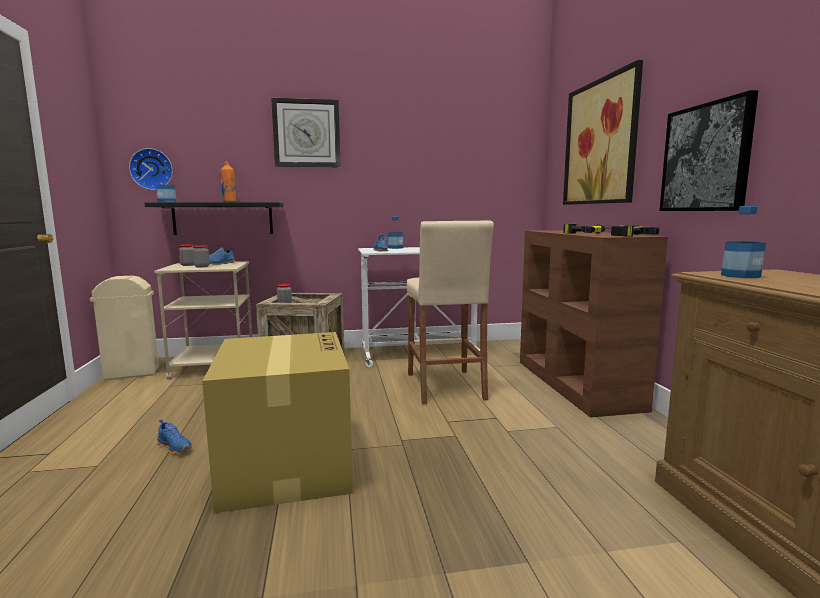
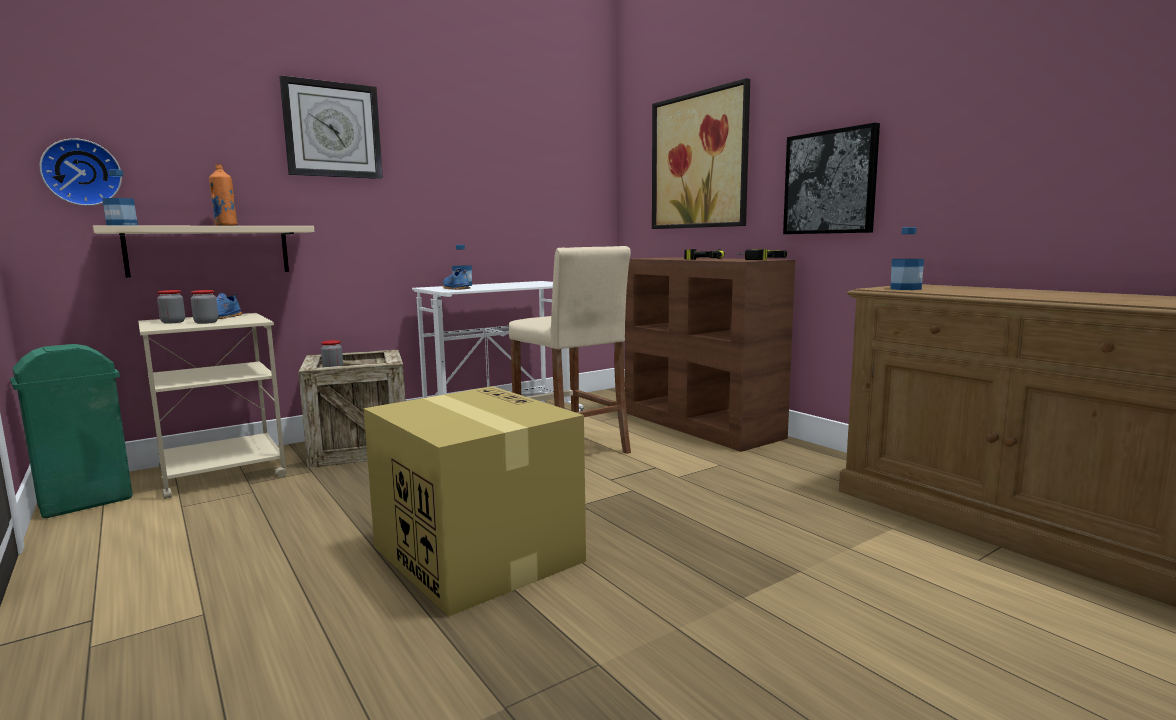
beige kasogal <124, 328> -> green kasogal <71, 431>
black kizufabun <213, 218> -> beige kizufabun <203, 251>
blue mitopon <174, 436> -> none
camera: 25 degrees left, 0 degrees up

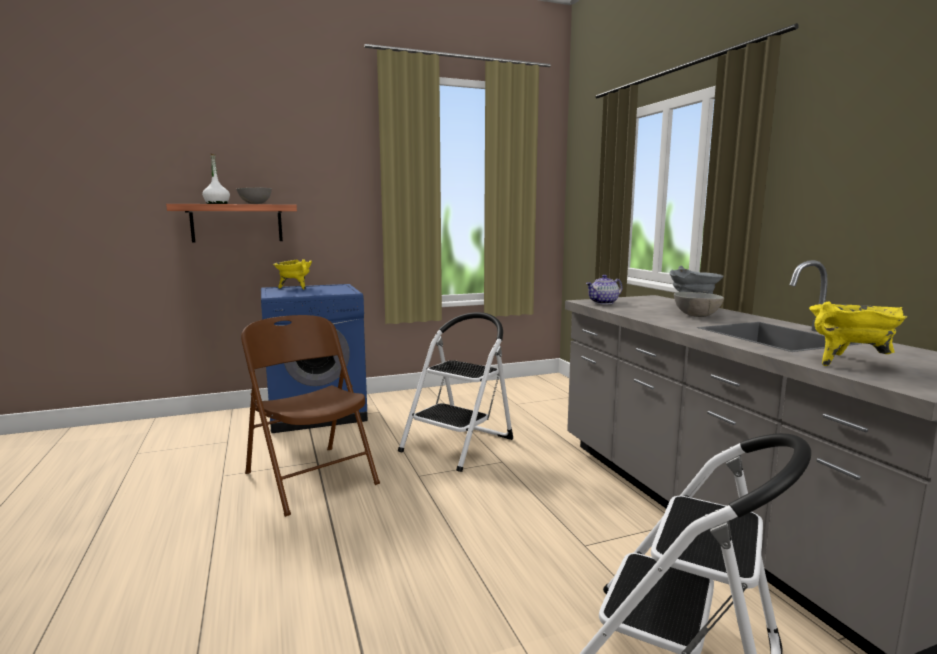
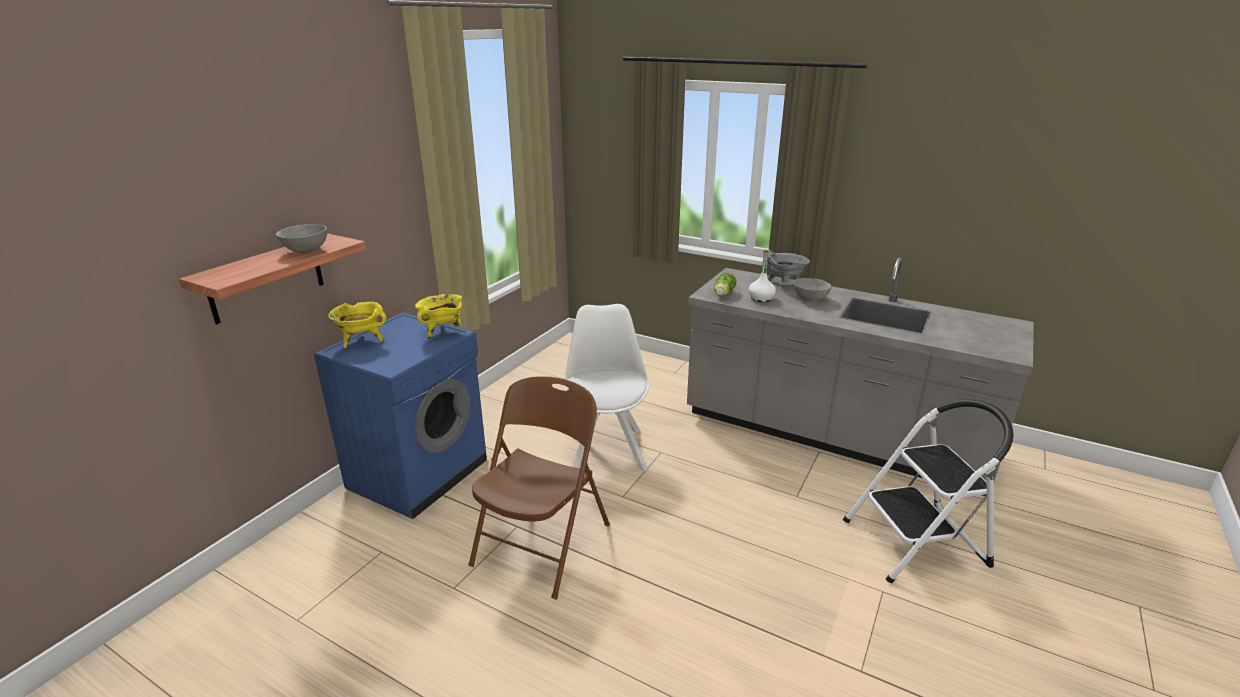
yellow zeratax <858, 334> -> yellow zeratax <438, 317>, moved
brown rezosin <310, 416> -> brown rezosin <539, 488>, 105 degrees clockwise
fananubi <455, 392> -> white rezosin <606, 388>
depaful <604, 289> -> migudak <725, 284>
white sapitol <216, 179> -> white sapitol <762, 276>, moved
camera: 40 degrees left, 15 degrees up

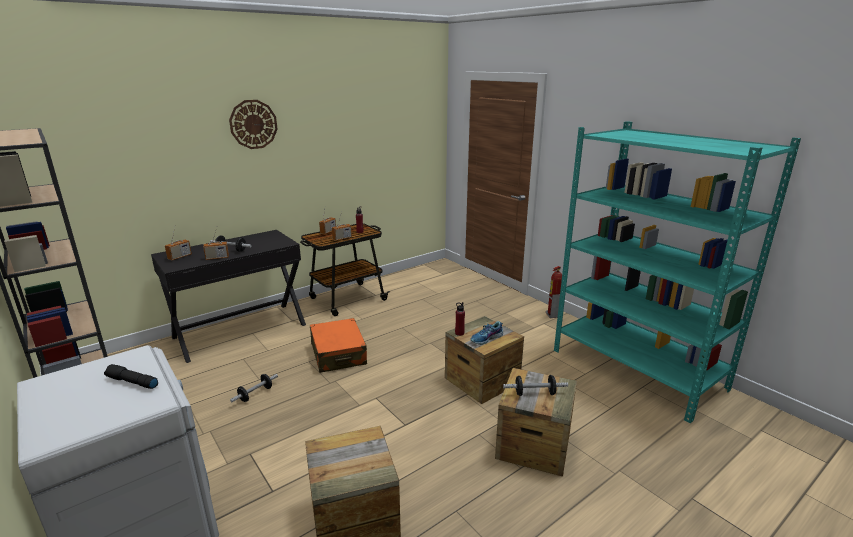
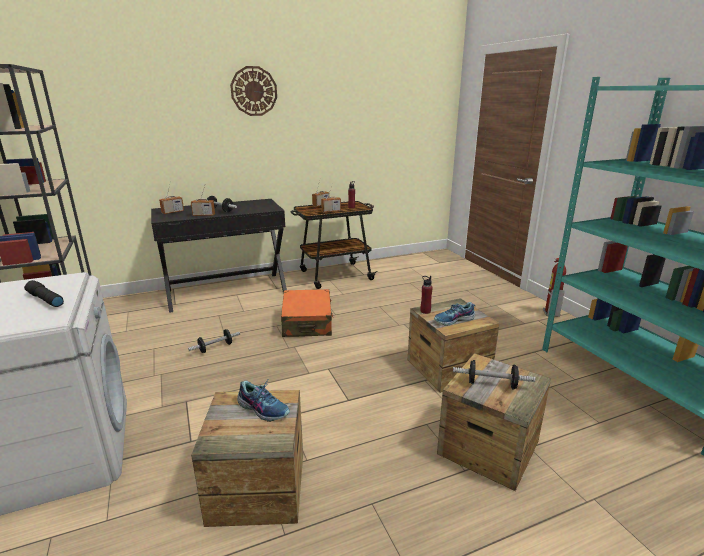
none -> mitopon <263, 401>
camera: 15 degrees right, 0 degrees up

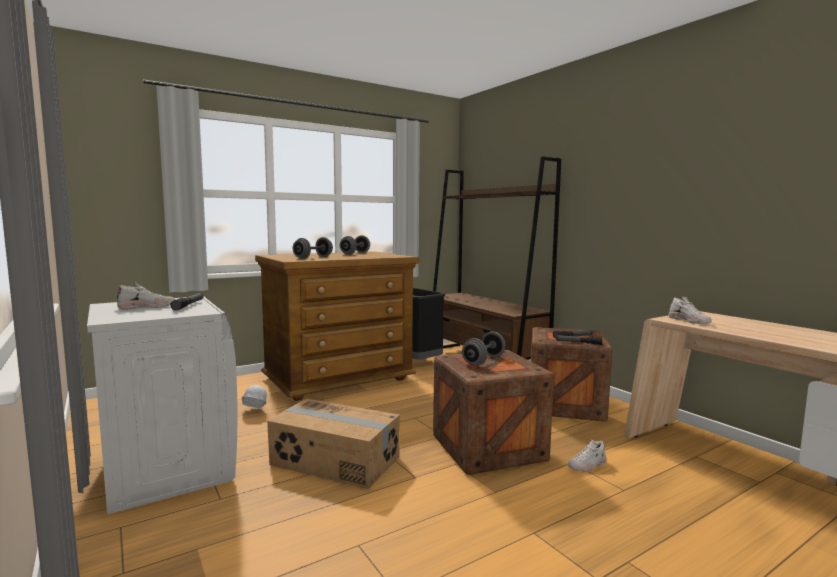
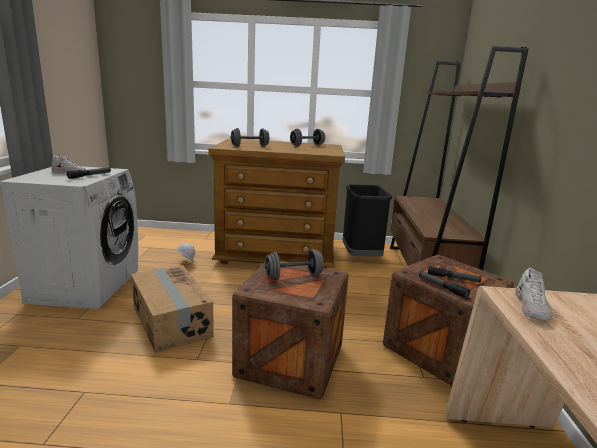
white mitopon <587, 456> -> none
camera: 35 degrees right, 10 degrees up

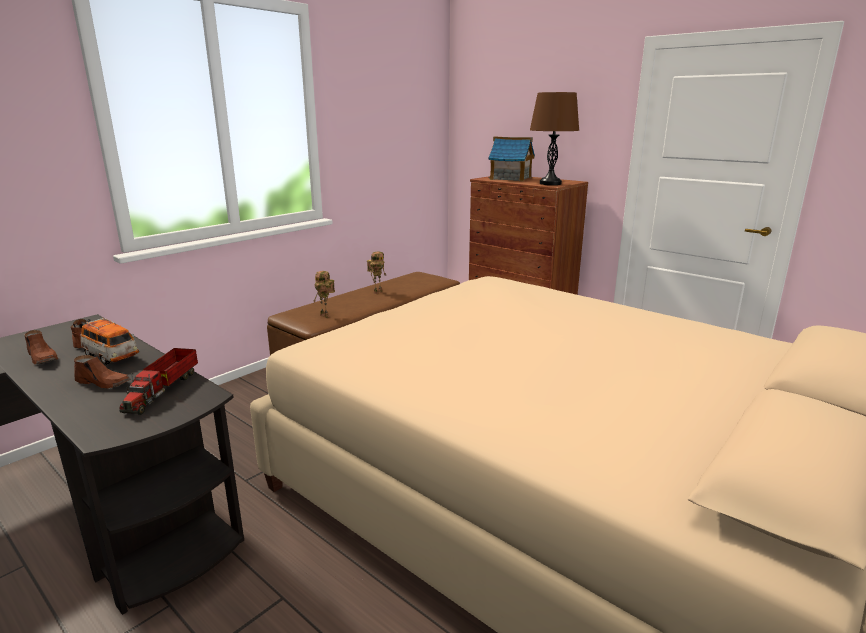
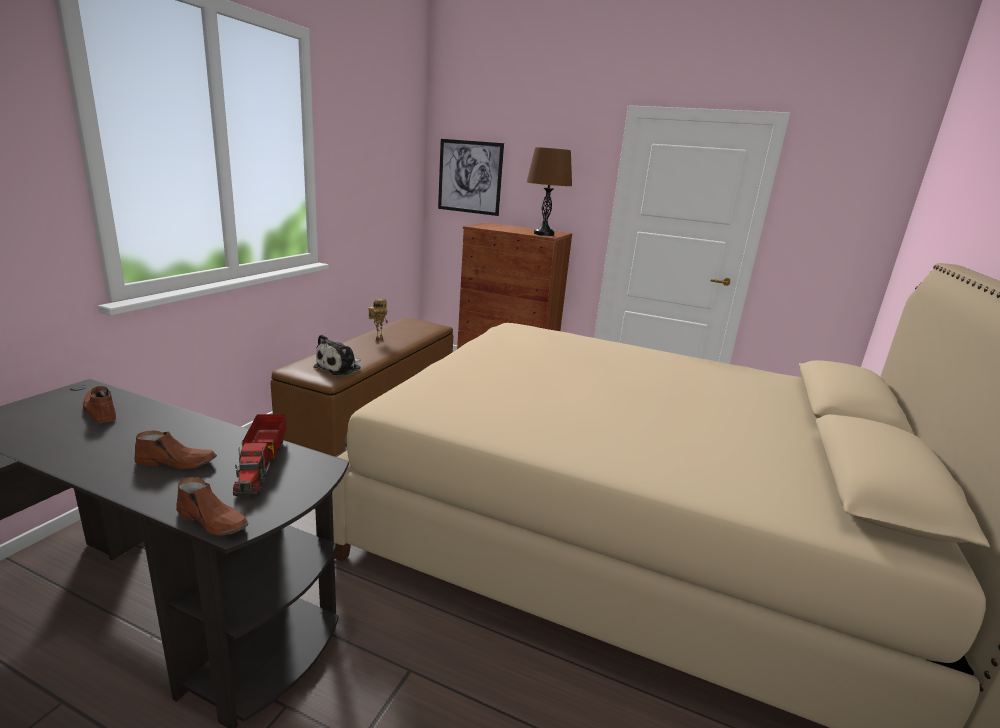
brown mitopon <41, 347> -> brown mitopon <212, 506>, moved
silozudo <324, 294> -> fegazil <337, 354>
none -> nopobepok <471, 177>
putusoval <110, 341> -> none
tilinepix <511, 159> -> none
camera: 20 degrees left, 0 degrees up

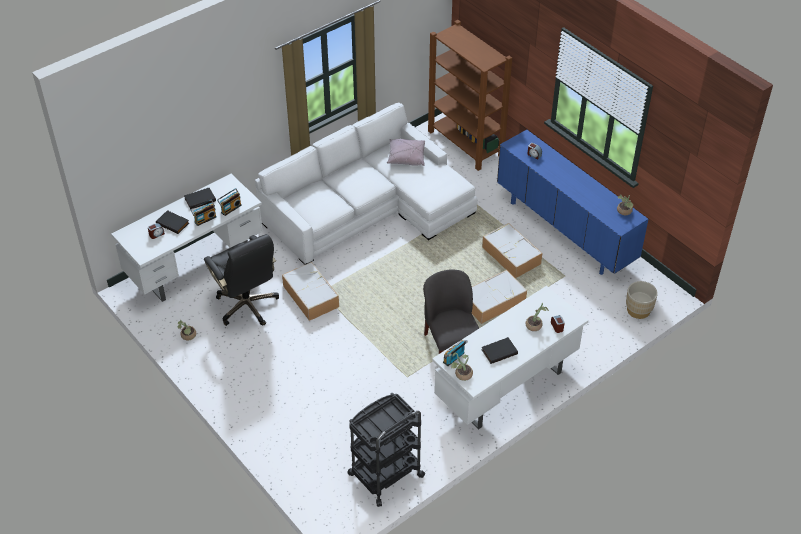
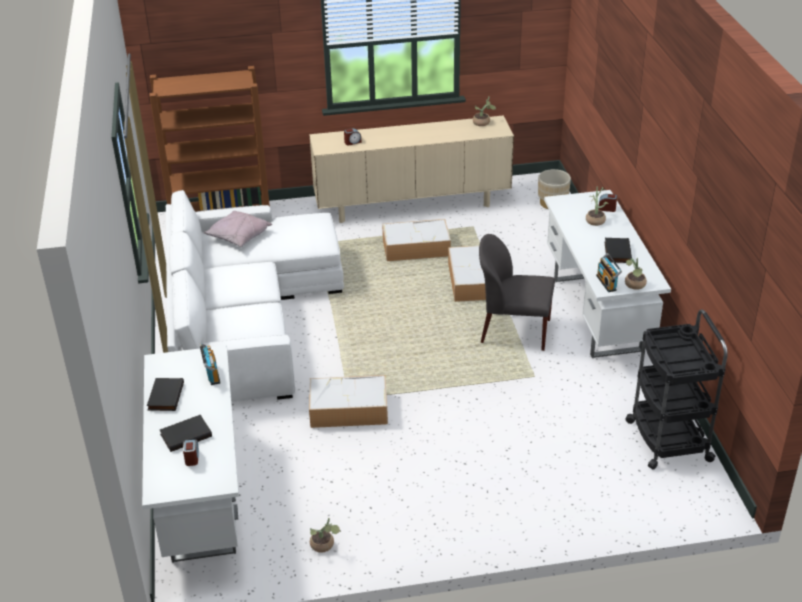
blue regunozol <572, 202> -> beige regunozol <411, 169>
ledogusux <203, 212> -> none
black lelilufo <241, 280> -> none
camera: 60 degrees left, 10 degrees down

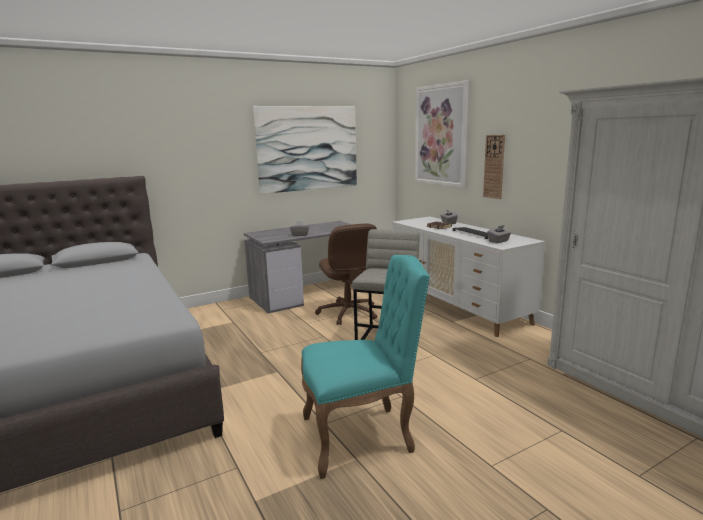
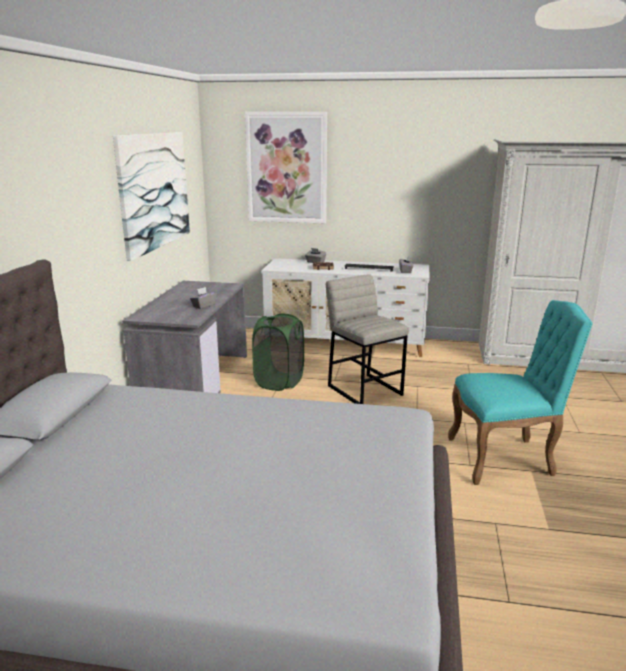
brown lelilufo <346, 274> -> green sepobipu <278, 352>
turquoise rezosin <365, 367> -> turquoise rezosin <520, 392>, 60 degrees clockwise
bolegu <494, 167> -> none
camera: 50 degrees left, 5 degrees up

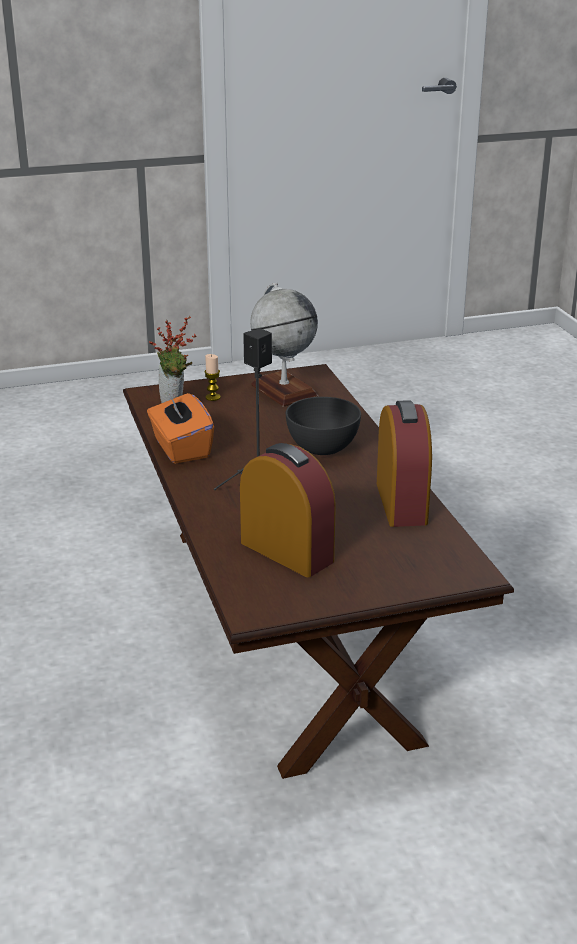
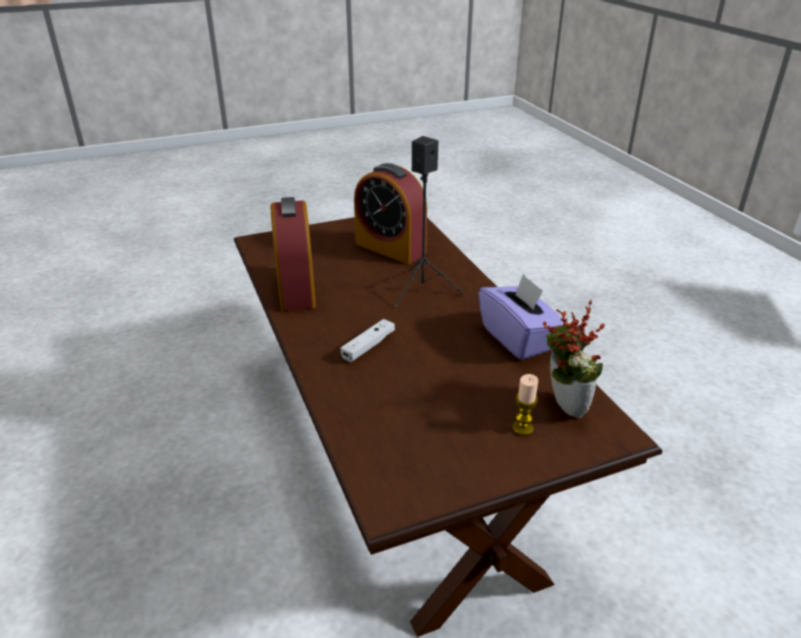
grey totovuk <323, 426> -> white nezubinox <368, 340>
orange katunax <180, 428> -> purple katunax <521, 317>
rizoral <284, 344> -> none
camera: 175 degrees right, 5 degrees up

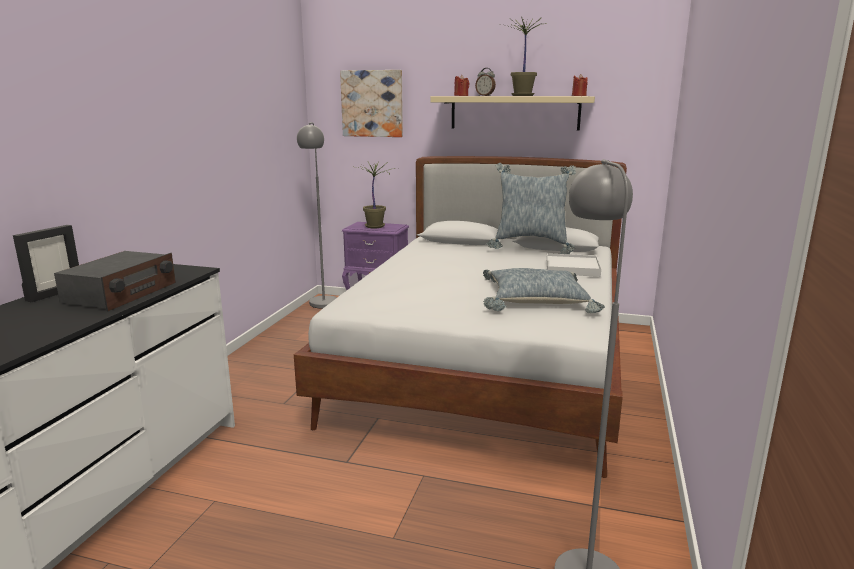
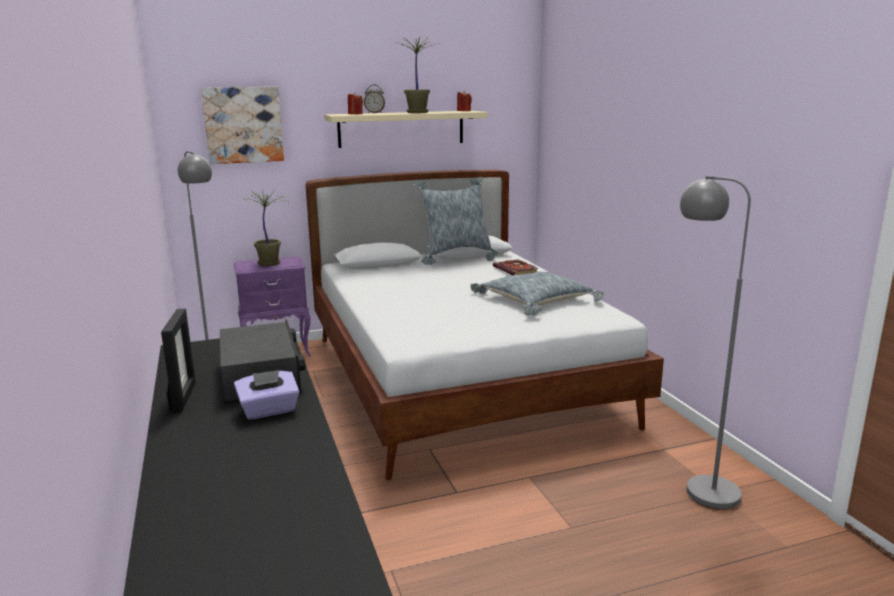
none -> purple katunax <267, 395>
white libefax <574, 265> -> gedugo <516, 267>
camera: 35 degrees left, 0 degrees up

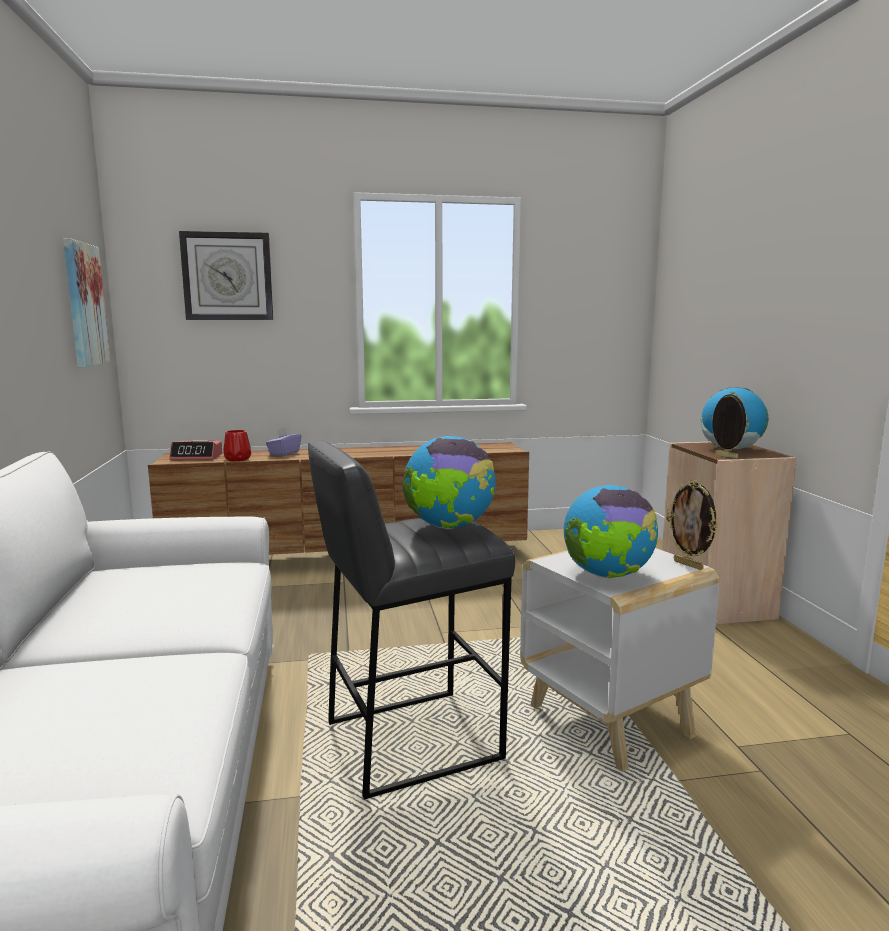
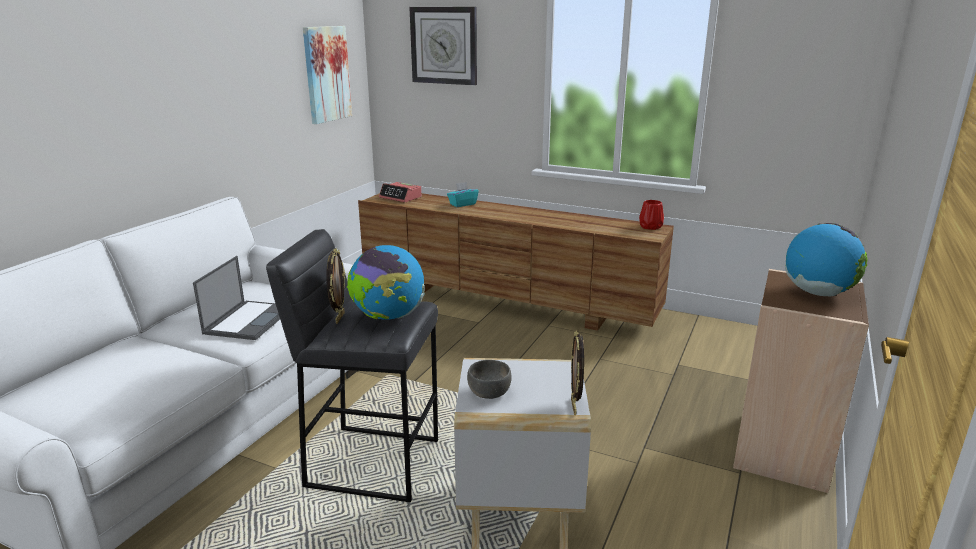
none -> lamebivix <236, 298>
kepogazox <731, 425> -> kepogazox <335, 286>, moved
purple katunax <283, 441> -> turquoise katunax <463, 194>
rizoral <611, 531> -> grey totovuk <489, 379>
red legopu <237, 446> -> red legopu <651, 215>, moved
camera: 35 degrees right, 10 degrees up

